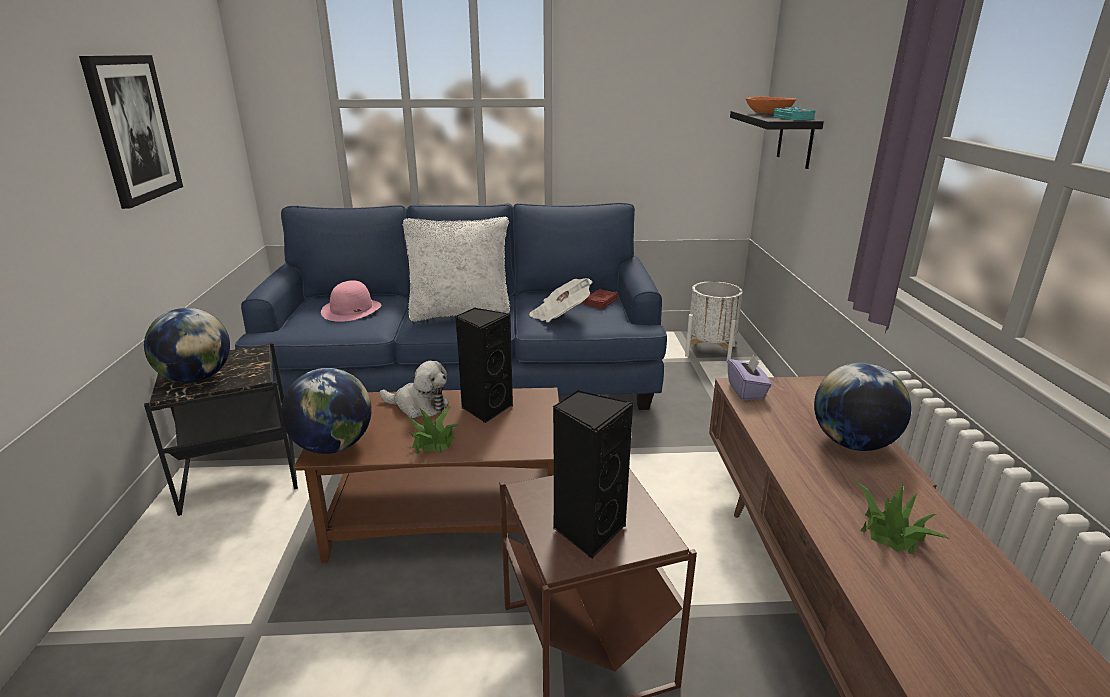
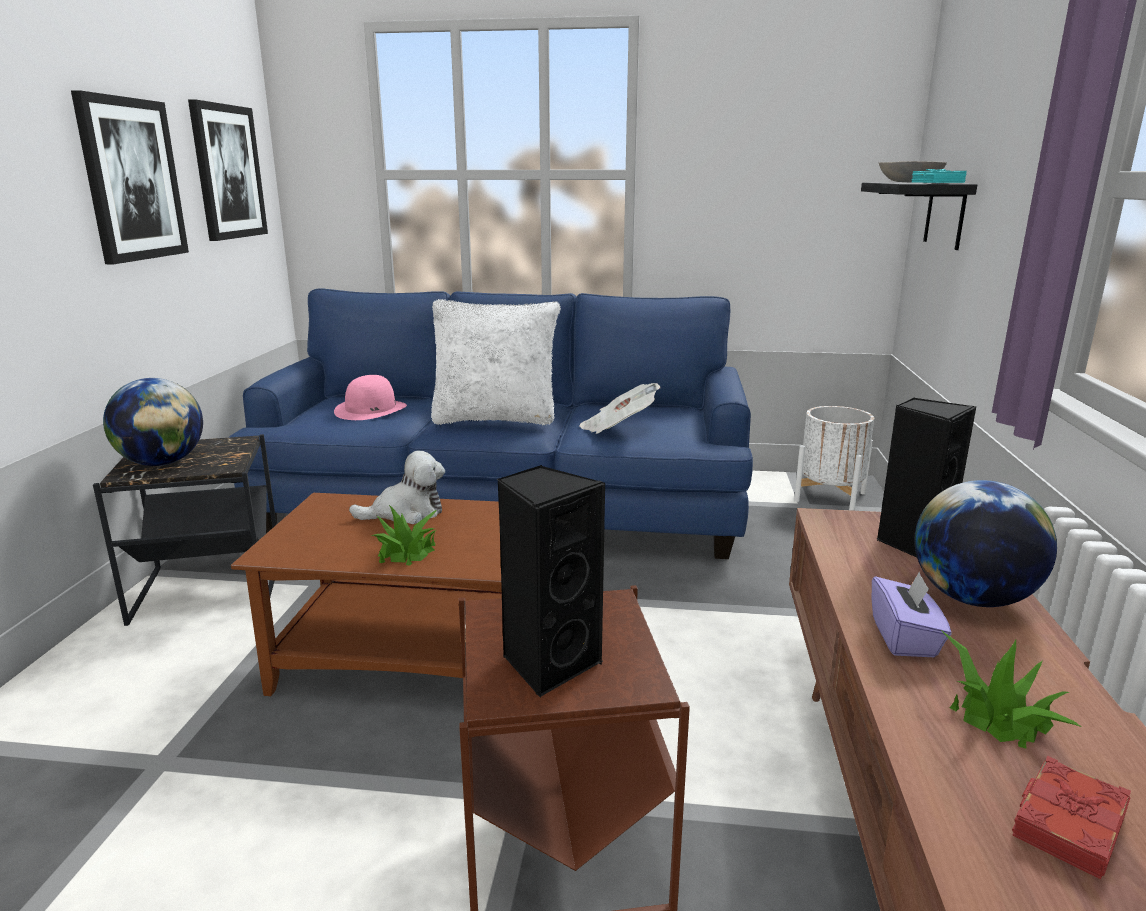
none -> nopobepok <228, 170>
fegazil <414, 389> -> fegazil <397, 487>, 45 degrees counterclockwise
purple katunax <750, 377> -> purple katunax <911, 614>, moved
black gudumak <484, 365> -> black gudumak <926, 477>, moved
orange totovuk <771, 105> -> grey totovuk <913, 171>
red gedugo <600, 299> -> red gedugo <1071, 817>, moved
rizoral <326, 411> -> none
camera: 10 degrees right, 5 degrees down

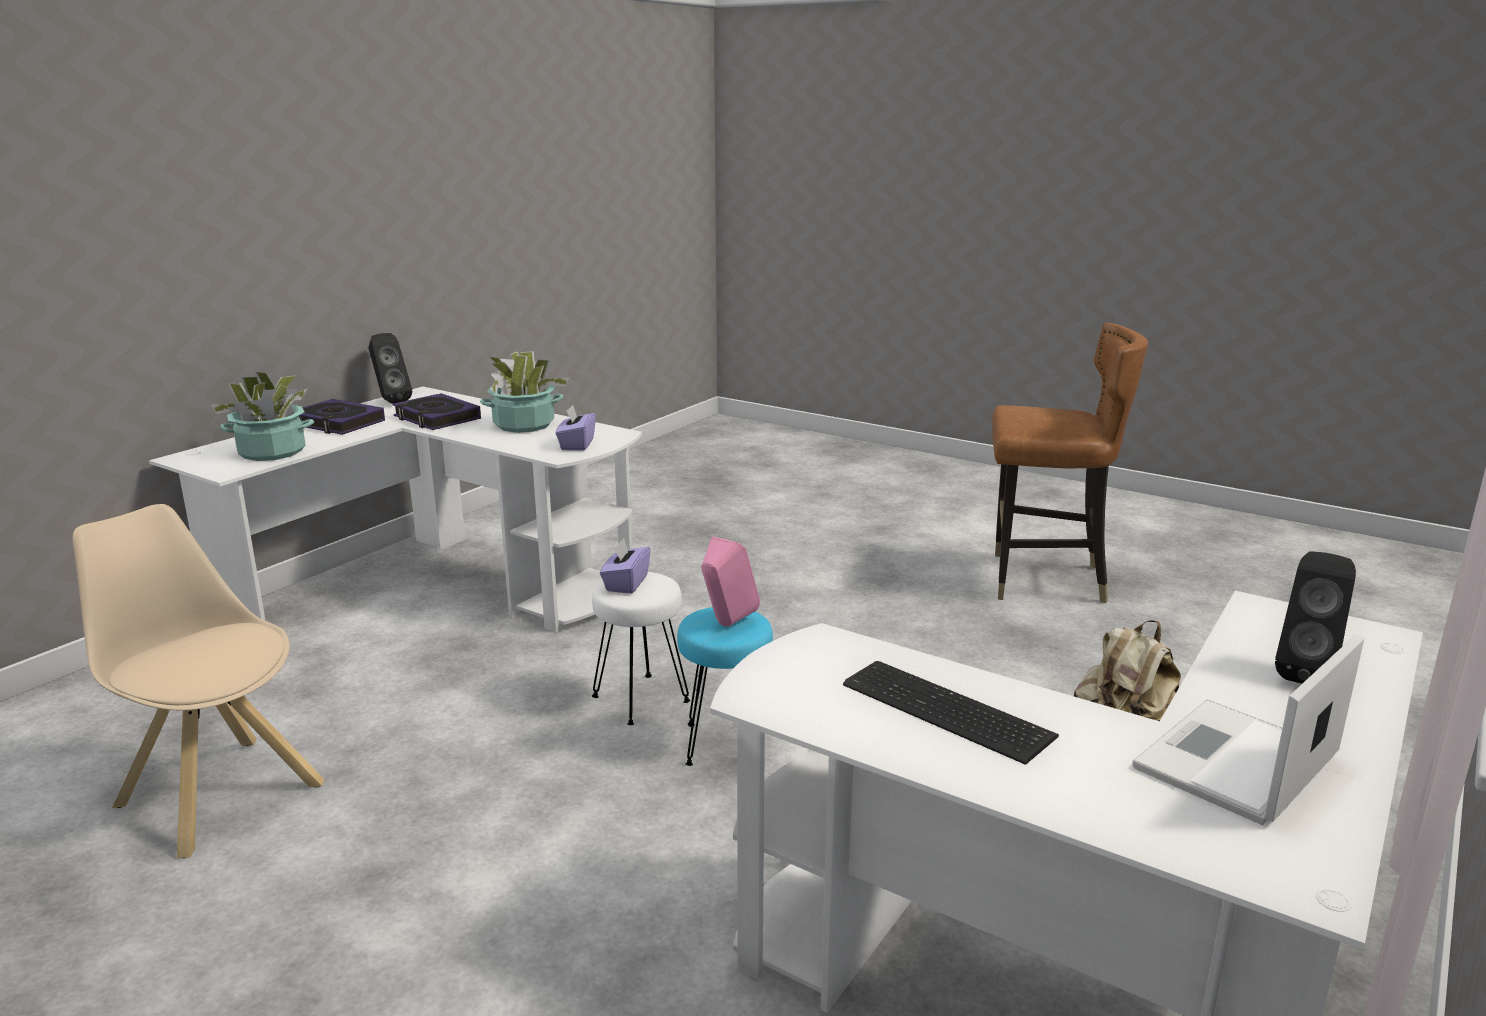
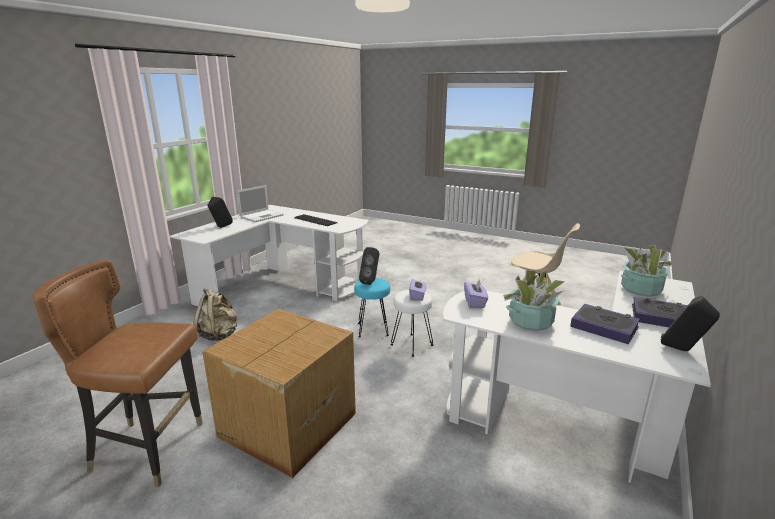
none -> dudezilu <279, 393>
pink gudumak <730, 581> -> black gudumak <369, 266>
camera: 175 degrees right, 0 degrees up

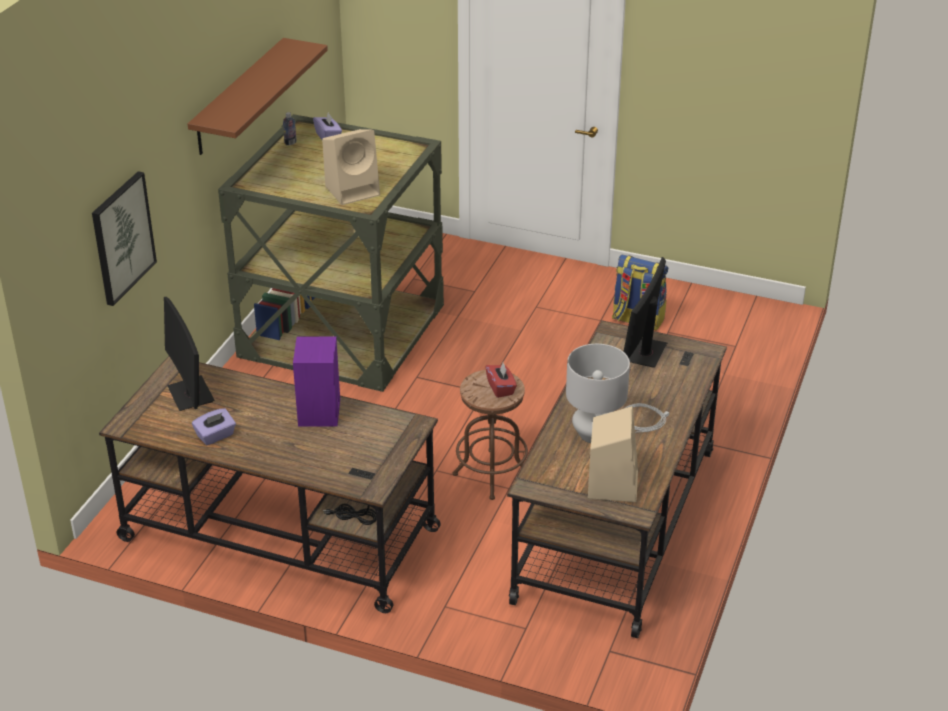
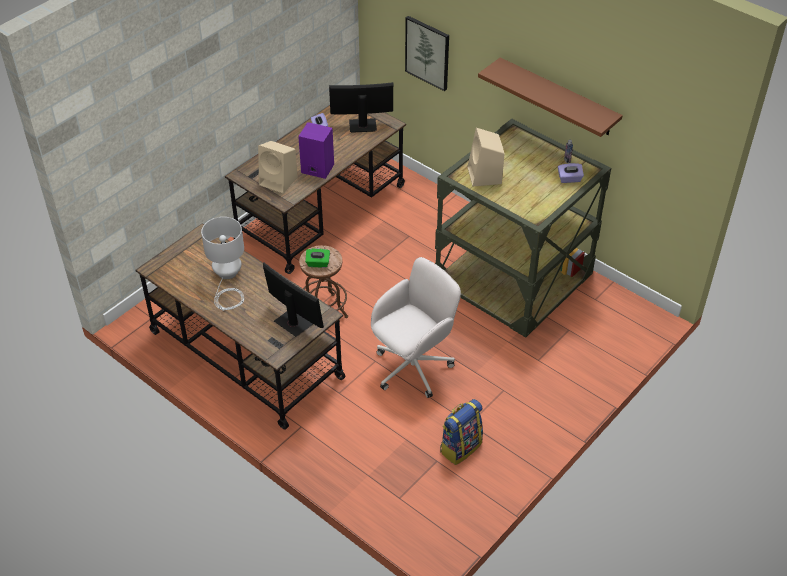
beige gudumak <613, 454> -> beige gudumak <278, 167>, moved
red katunax <501, 380> -> green katunax <317, 258>
none -> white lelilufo <416, 327>
camera: 110 degrees right, 10 degrees up

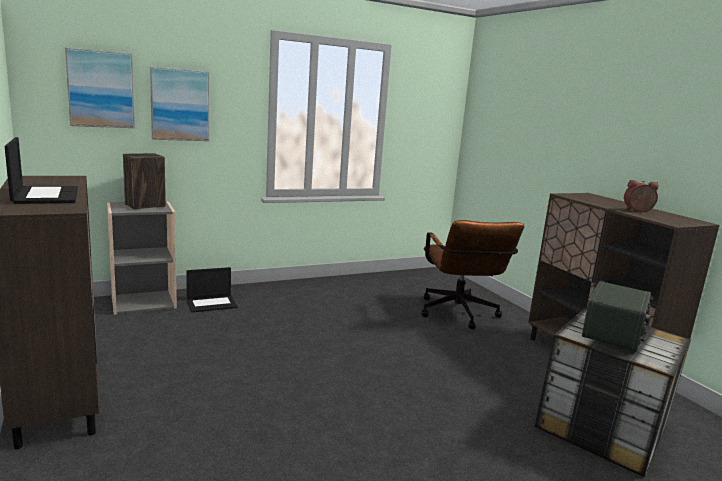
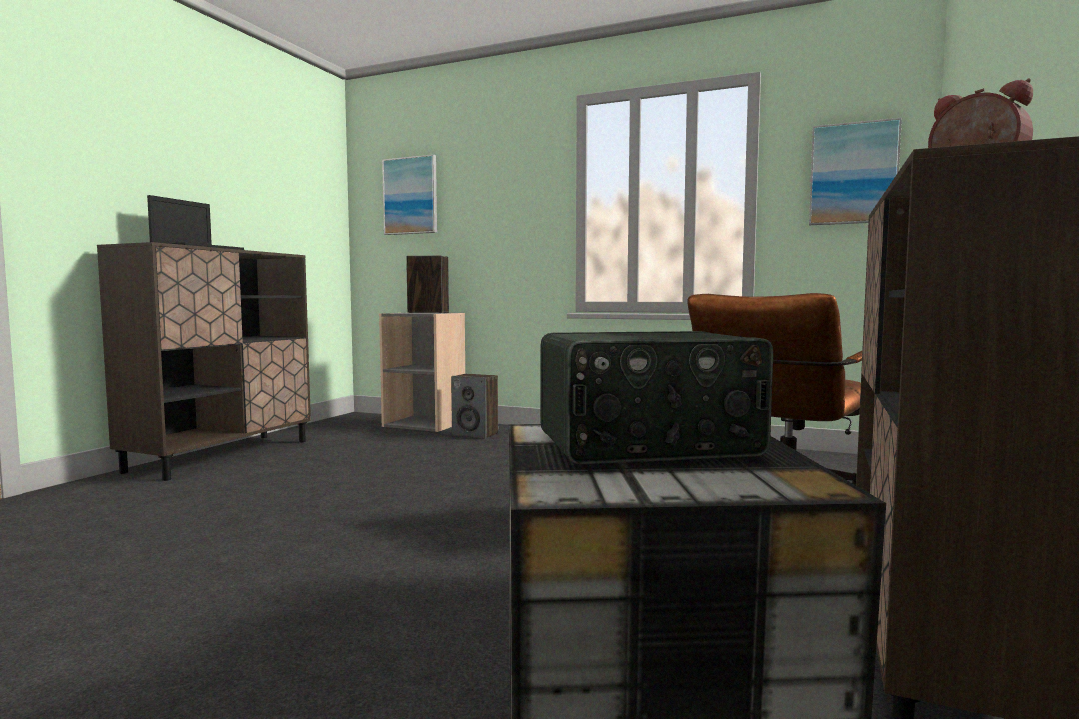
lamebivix <212, 290> -> gudumak <474, 406>
nopobepok <179, 104> -> nopobepok <855, 171>, moved
camera: 50 degrees right, 10 degrees down

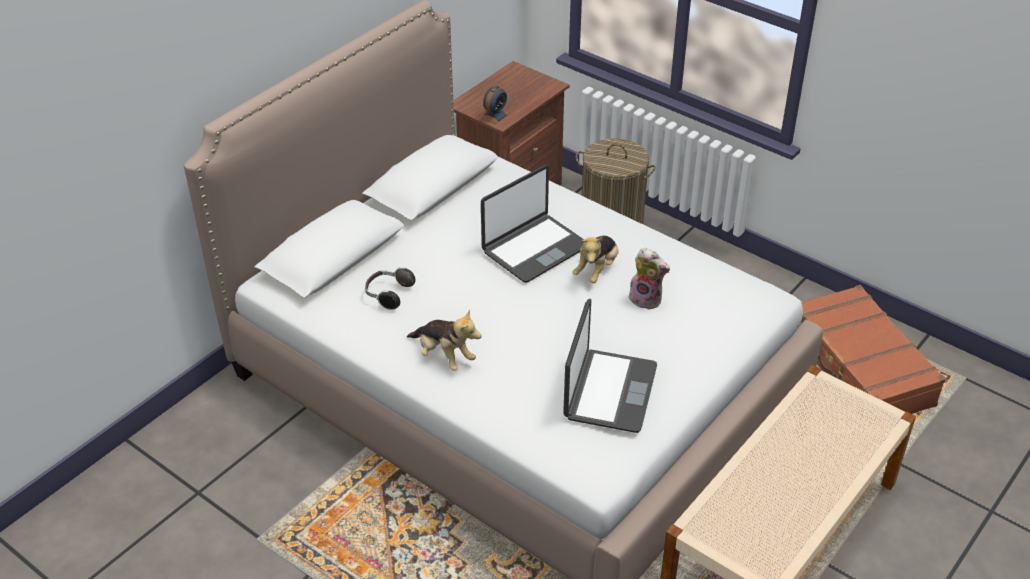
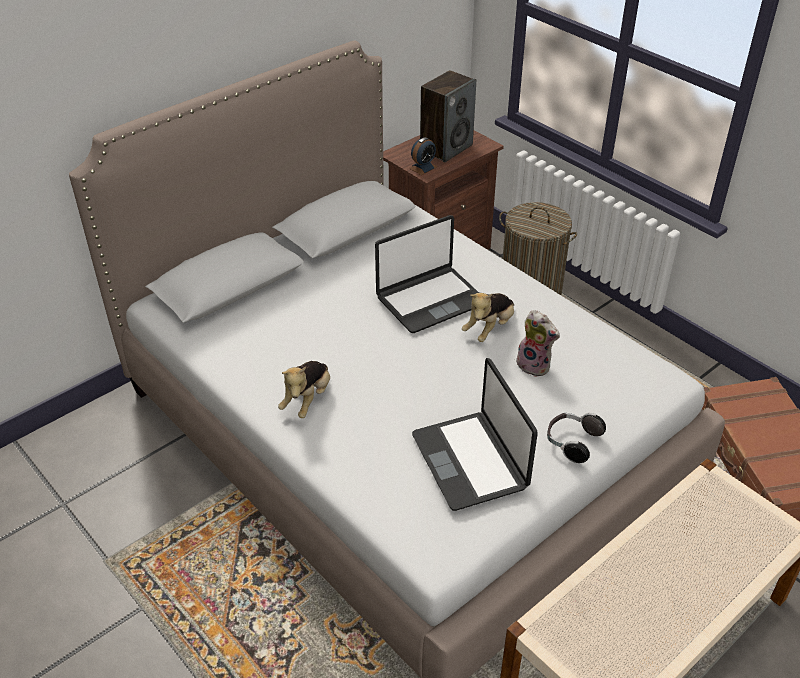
fegazil <444, 340> -> fegazil <304, 389>, 60 degrees clockwise
lamebivix <610, 366> -> lamebivix <475, 434>, 135 degrees clockwise
none -> gudumak <448, 116>
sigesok <390, 288> -> sigesok <576, 438>, moved
camera: 10 degrees right, 0 degrees up

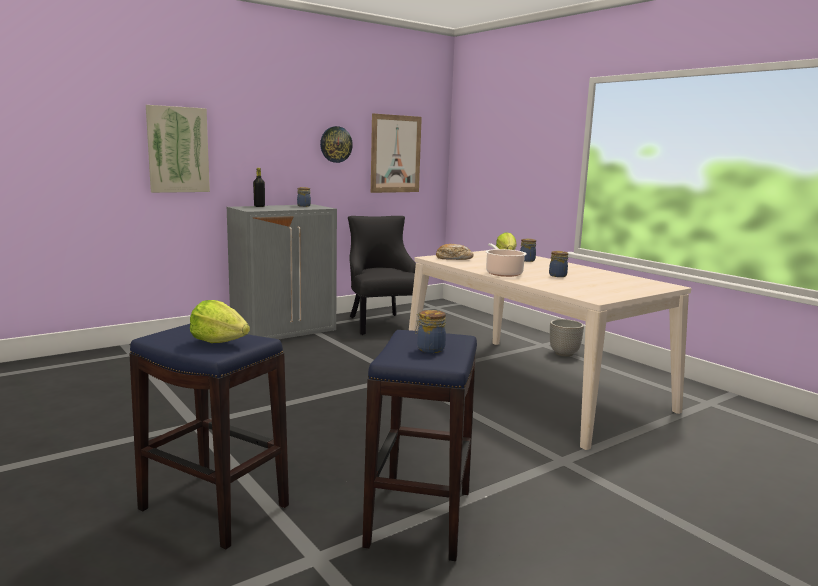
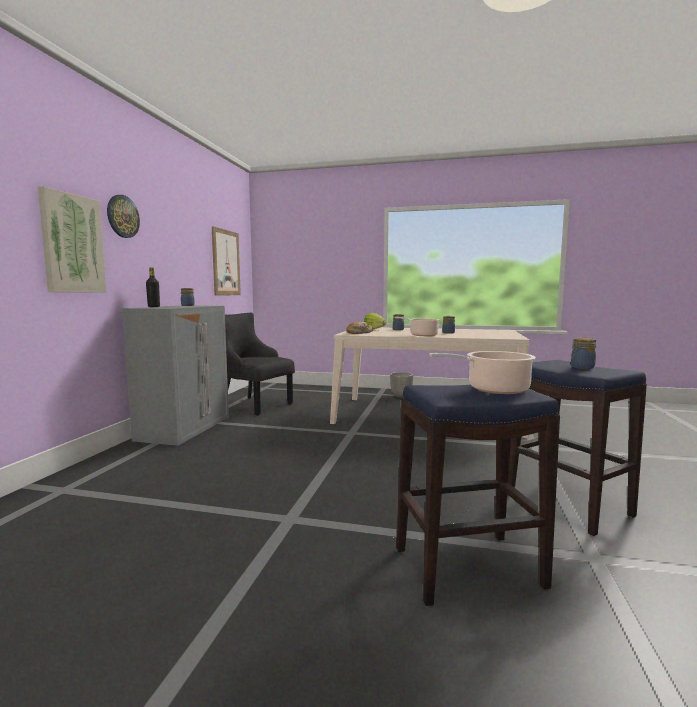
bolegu <336, 144> -> bolegu <123, 216>, moved
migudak <220, 321> -> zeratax <482, 372>
camera: 40 degrees left, 5 degrees down

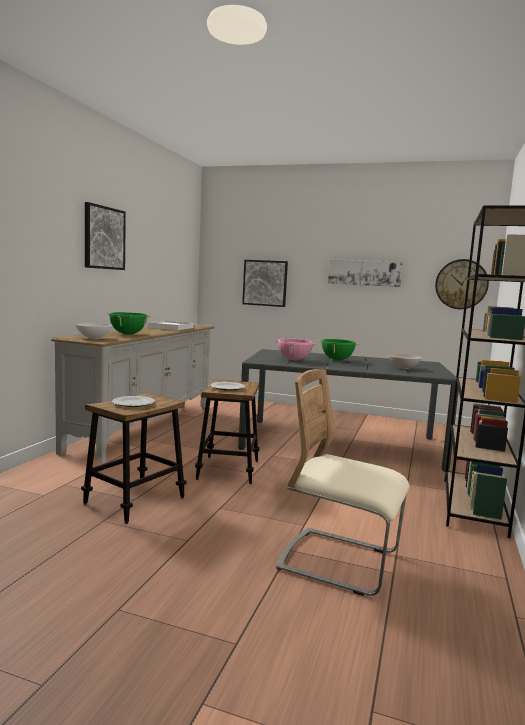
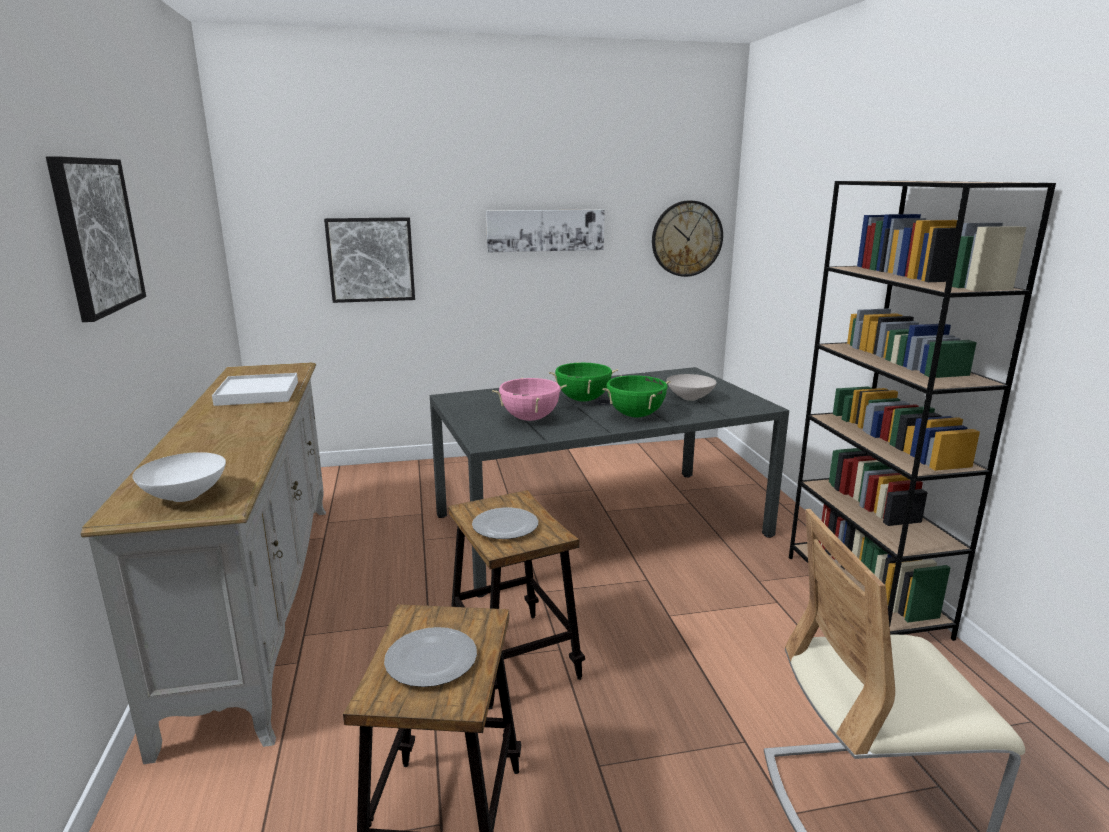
green zeratax <128, 323> -> green zeratax <636, 396>, moved
camera: 30 degrees left, 10 degrees up

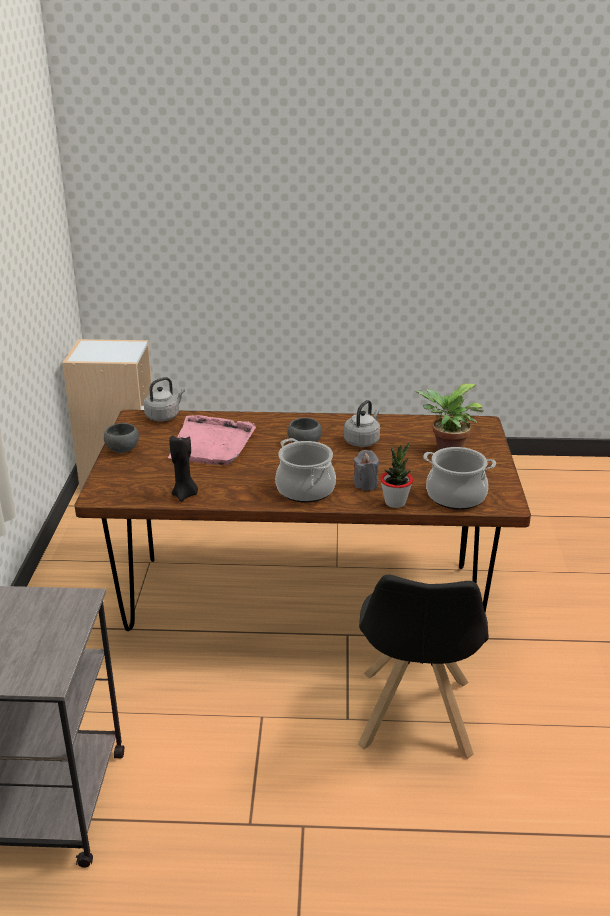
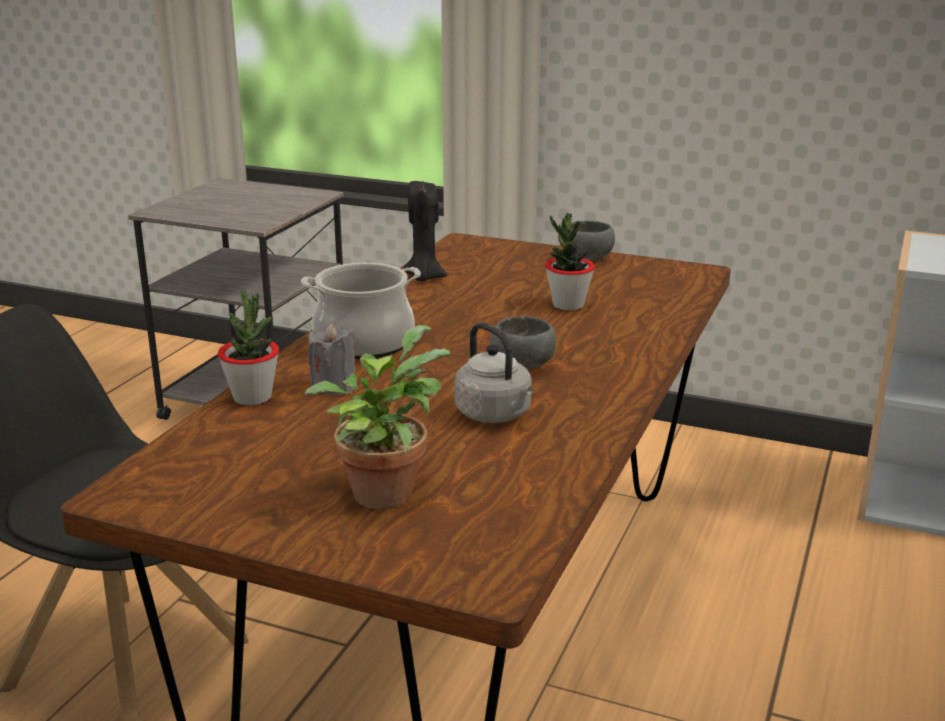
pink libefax <212, 440> -> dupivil <570, 261>
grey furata <164, 399> -> none
zeratax <459, 478> -> none
camera: 110 degrees right, 5 degrees down

